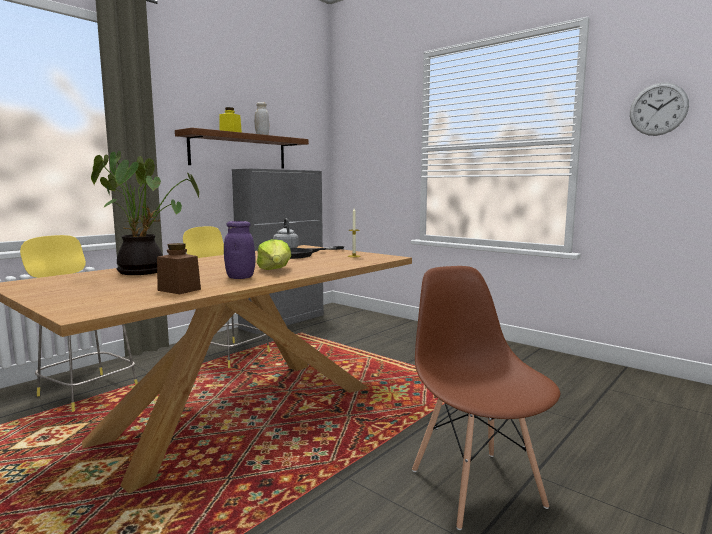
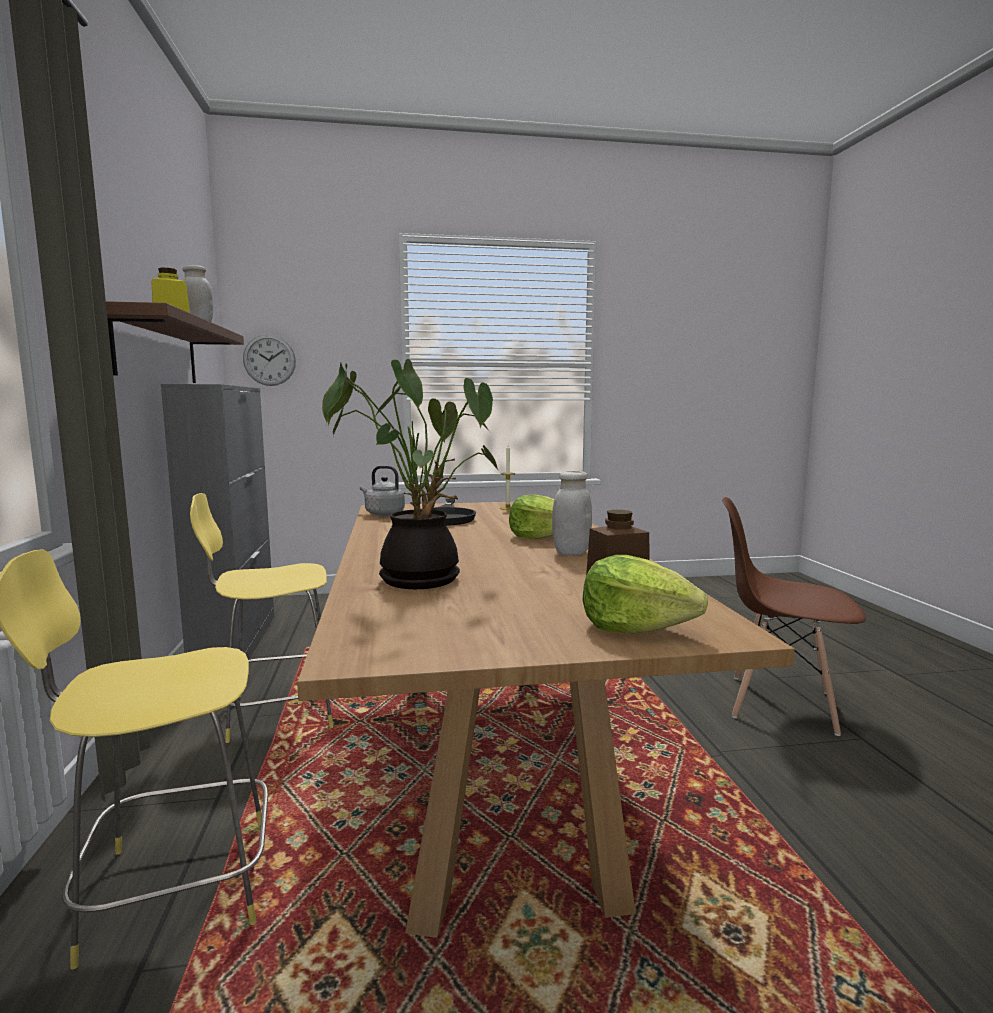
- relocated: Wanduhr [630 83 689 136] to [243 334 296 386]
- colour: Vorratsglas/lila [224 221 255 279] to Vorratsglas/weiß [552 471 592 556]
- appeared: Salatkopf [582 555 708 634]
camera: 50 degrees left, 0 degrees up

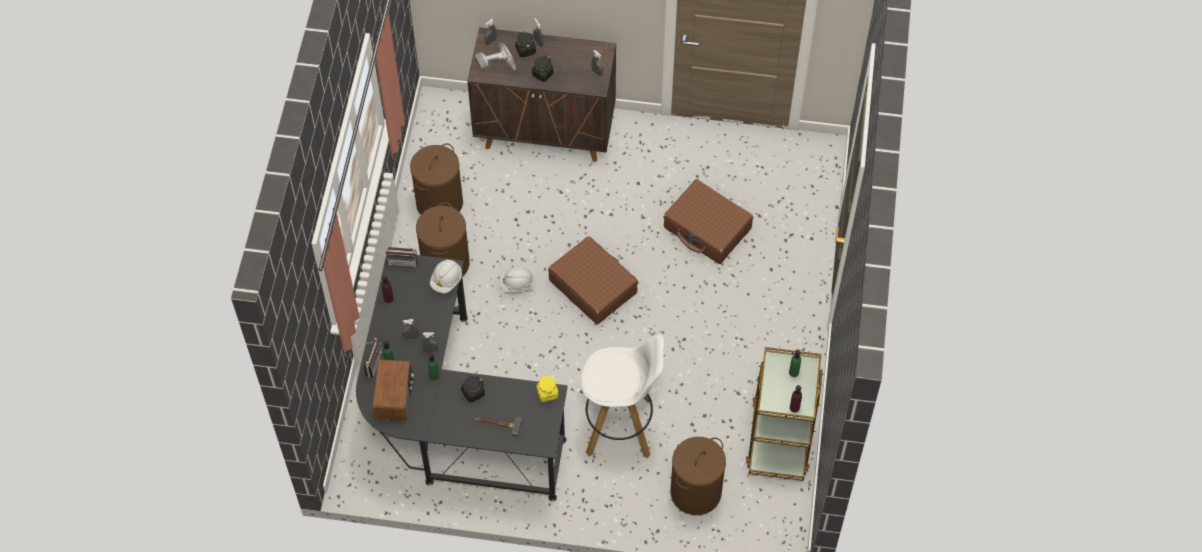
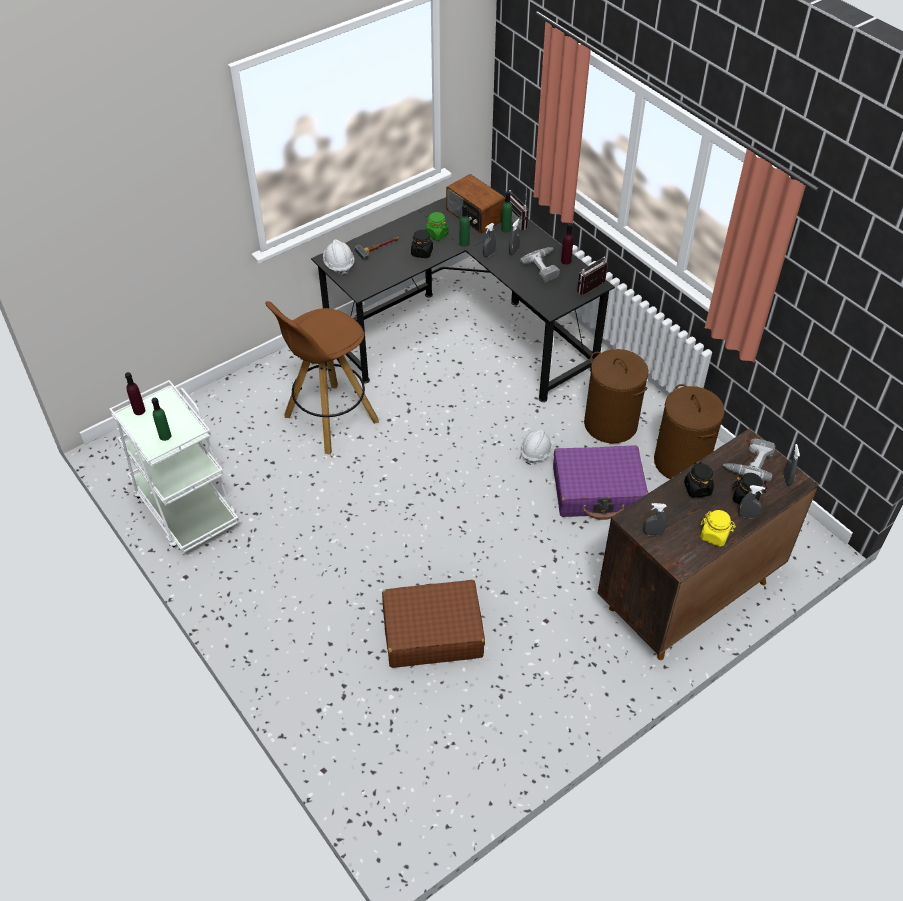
- colour: Rollwagen/braun [746 347 823 481] to Rollwagen/weiß [109 380 239 553]
- colour: Hocker/weiß [580 335 664 459] to Hocker/braun [265 301 379 455]
- relocated: Schutzhelm/weiß [430 259 462 293] to [323 239 354 276]
- appeared: Vorratsglas/grün [425 212 449 241]
- appeared: Bohrmaschine [520 247 560 283]
- appeared: Koffer/lila [553 445 648 520]
- relocated: Vorratsglas/gelb [536 374 559 402] to [700 510 736 547]
- missing: Koffer/braun [548 236 638 324]
- missing: Wäschekorb/braun [671 437 726 515]
camera: 135 degrees right, 10 degrees down

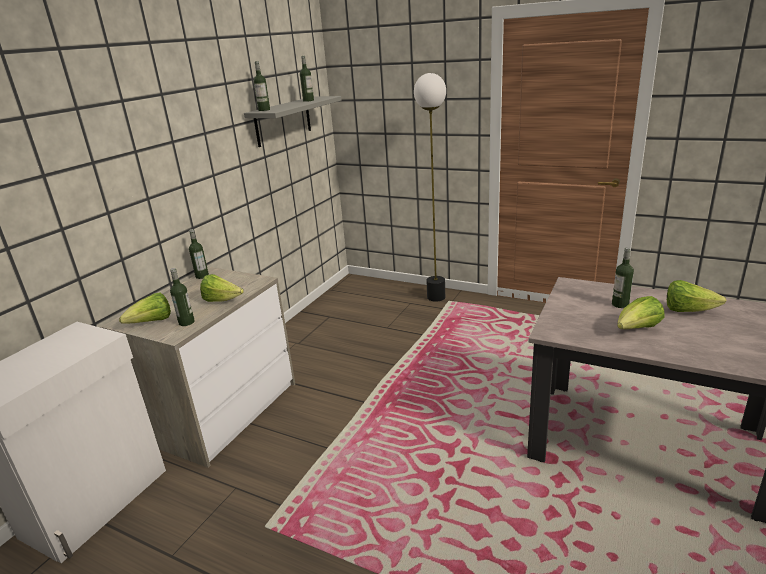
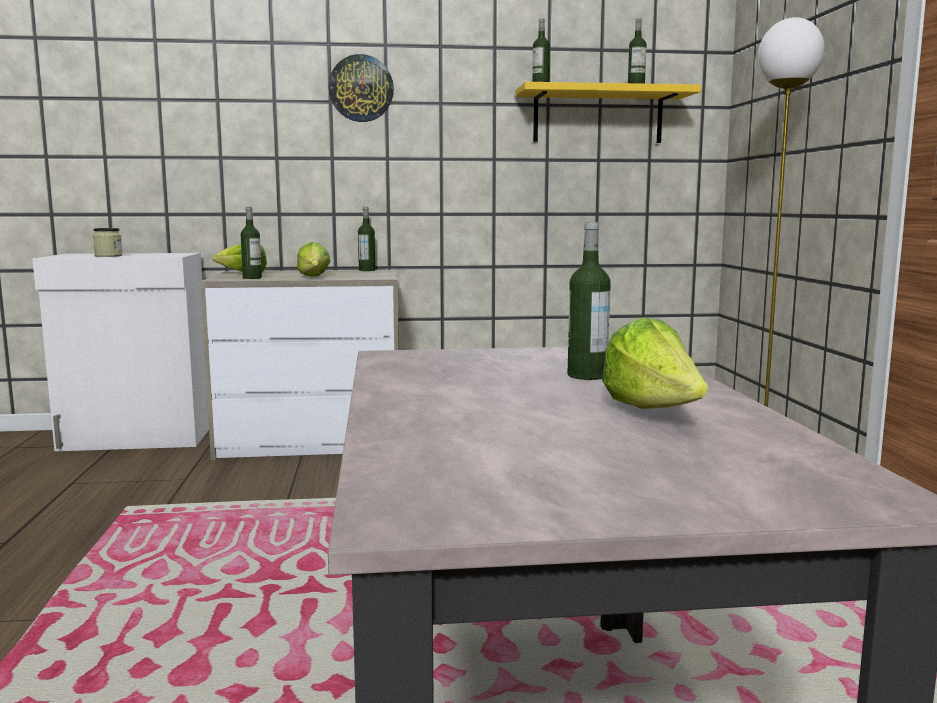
- appeared: Vorratsglas [93 228 123 257]
- appeared: Wanduhr [328 54 394 122]
- colour: Wandregal/grau [244 96 341 147] to Wandregal/gelb [516 82 701 143]
- missing: Salatkopf [617 296 664 329]
camera: 55 degrees right, 15 degrees down

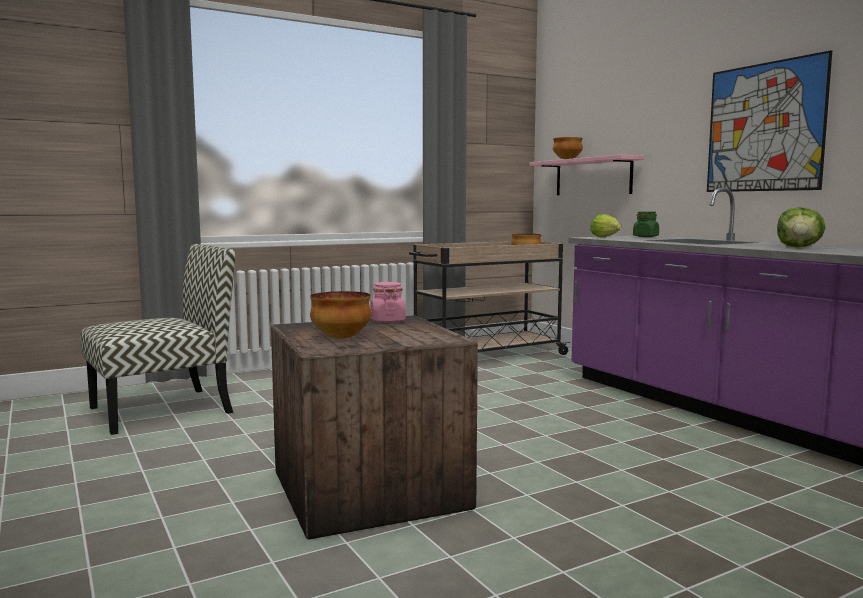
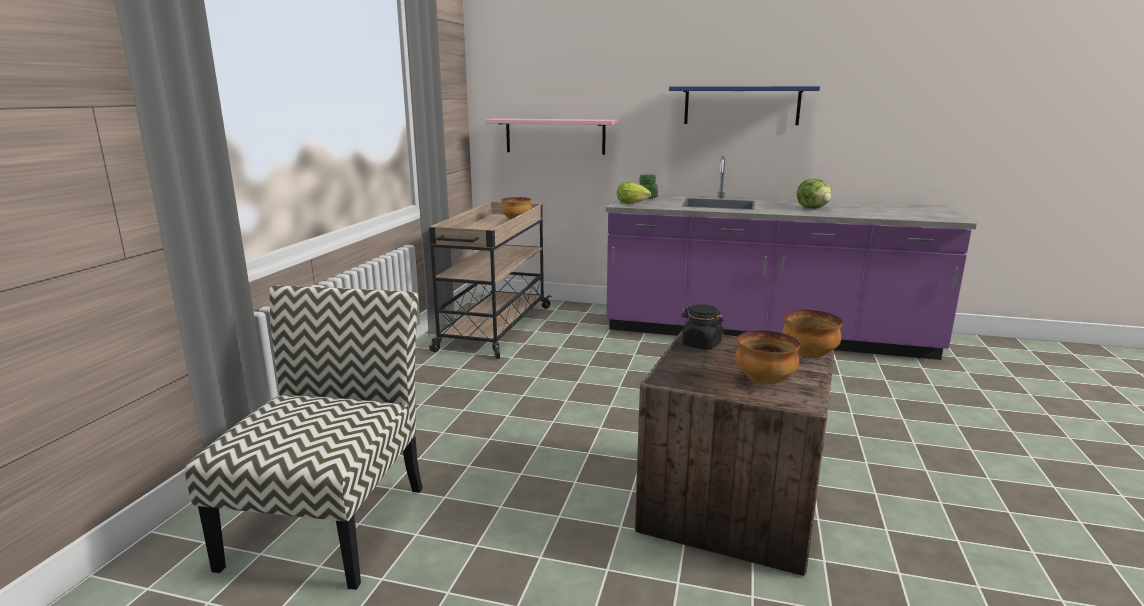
- exchanged: Bild [707 50 832 192] to Wandregal/blau [669 86 820 125]
- colour: Vorratsglas/rosa [371 282 406 323] to Vorratsglas/schwarz [682 304 724 350]
- relocated: Schüssel [553 137 583 159] to [782 310 843 358]
camera: 45 degrees left, 10 degrees up

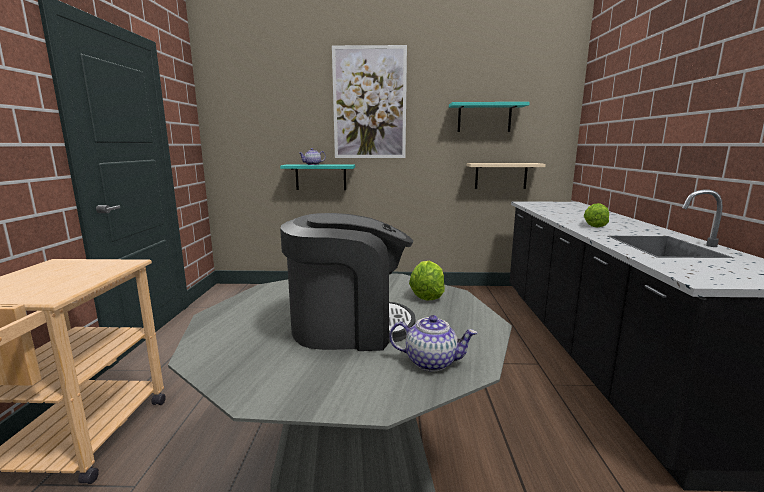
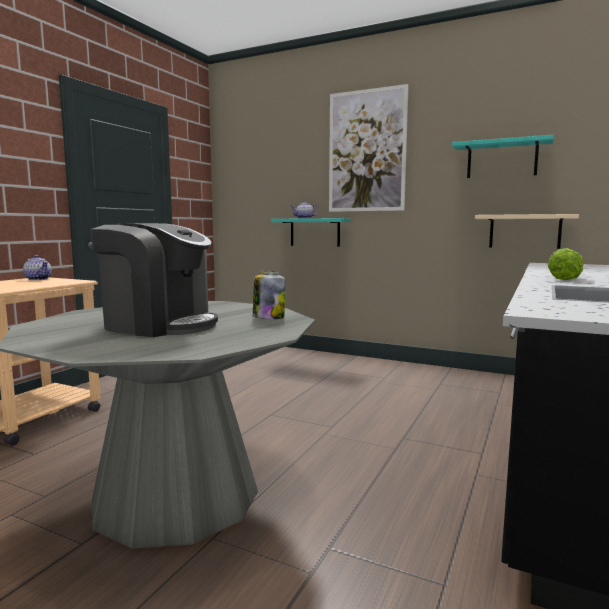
- relocated: Teekanne [389 315 477 371] to [23 255 52 280]
- exchanged: Salatkopf [409 261 445 300] to Vorratsglas [253 271 286 319]
camera: 25 degrees right, 5 degrees down

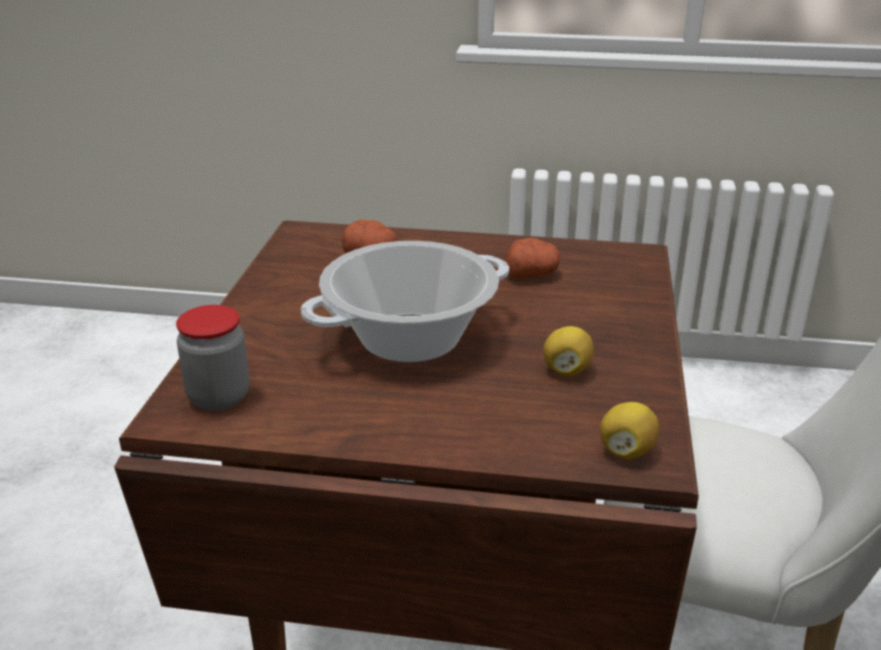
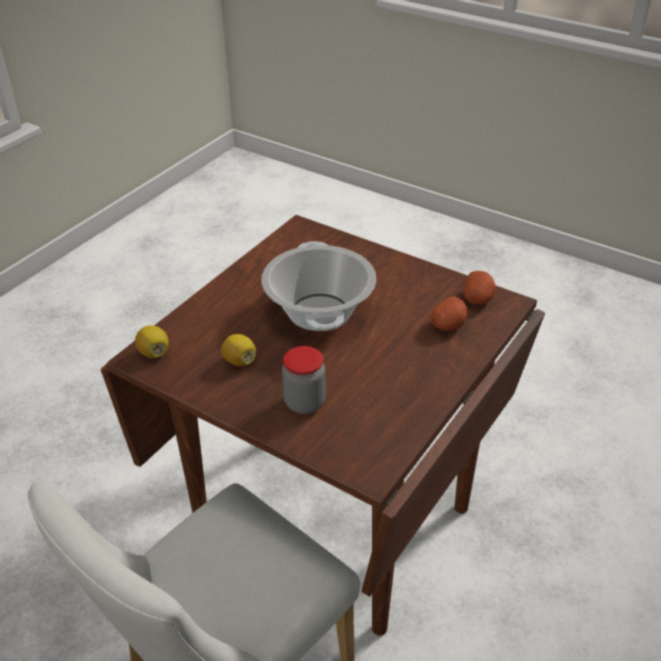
- relocated: Vorratsglas [176 305 249 411] to [282 346 326 414]
- relocated: Kartoffel [505 238 560 279] to [463 270 496 304]
camera: 115 degrees right, 10 degrees up

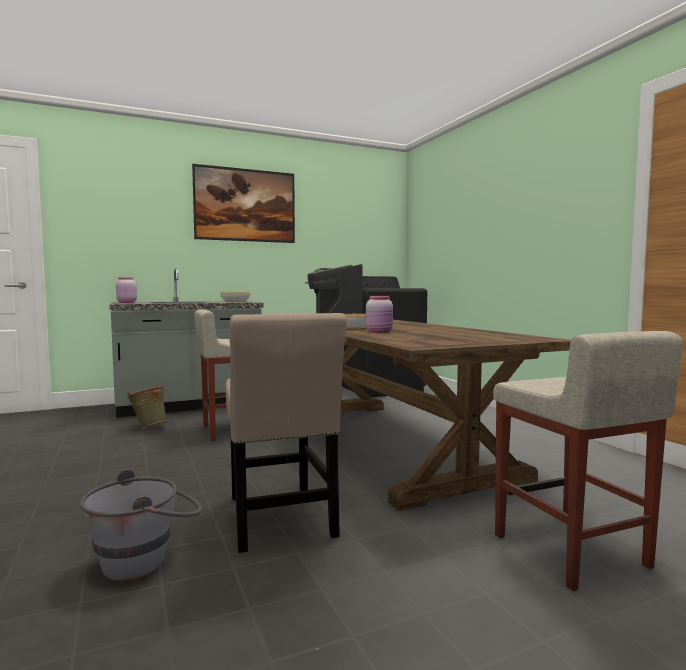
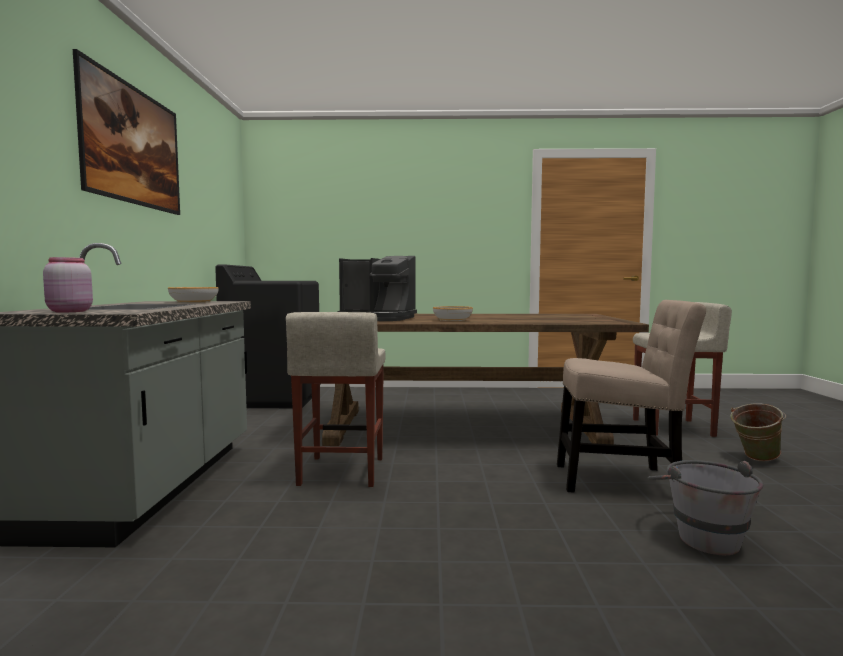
- relocated: Eimer/grün [127 386 167 429] to [730 403 786 461]
- missing: Vorratsglas/rosa [366 296 393 333]
camera: 65 degrees left, 0 degrees up

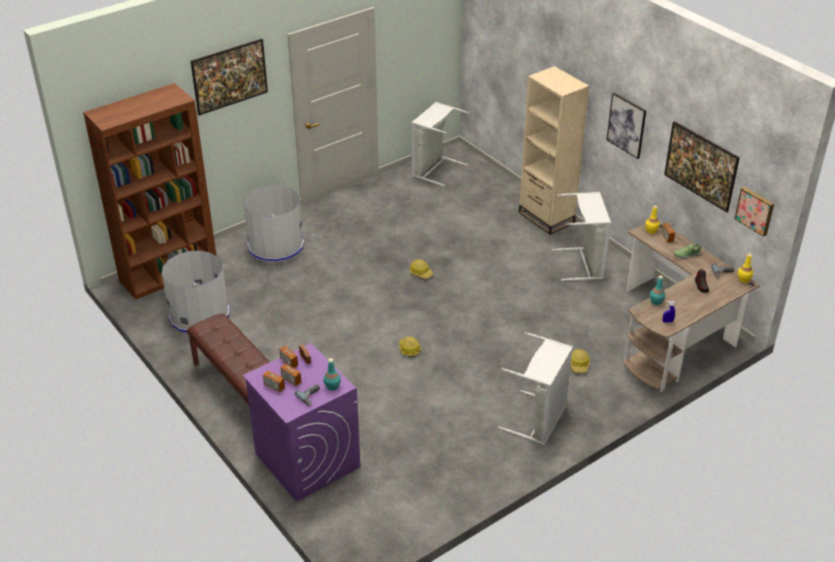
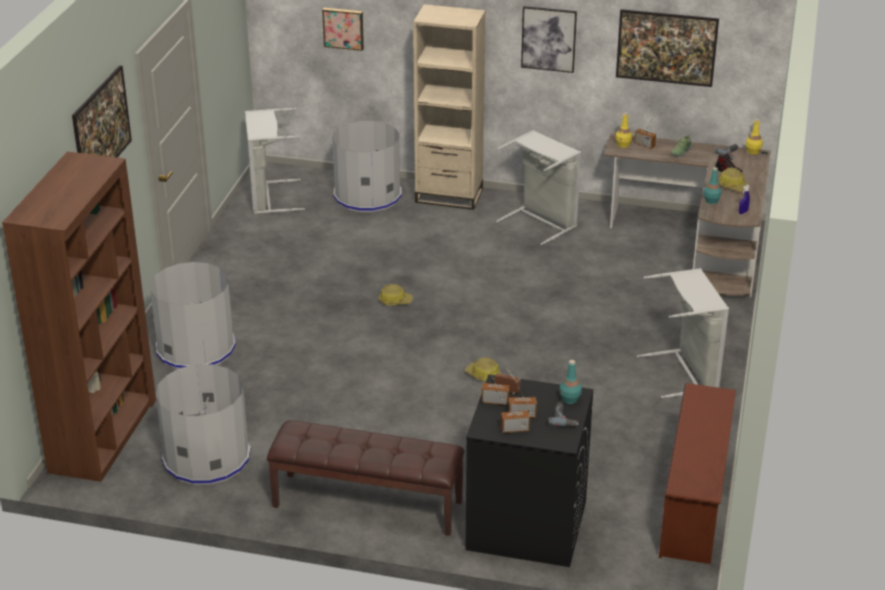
- relocated: Bild [734 187 774 237] to [322 8 364 51]
- appeared: Mülleimer/grau [332 121 402 212]
- colour: Waschmaschine/lila [243 343 360 502] to Waschmaschine/schwarz [465 374 593 567]
- appeared: Schuhregal/braun [659 383 736 564]
- relocated: Schutzhelm [571 349 590 373] to [719 167 750 192]
camera: 40 degrees left, 5 degrees down

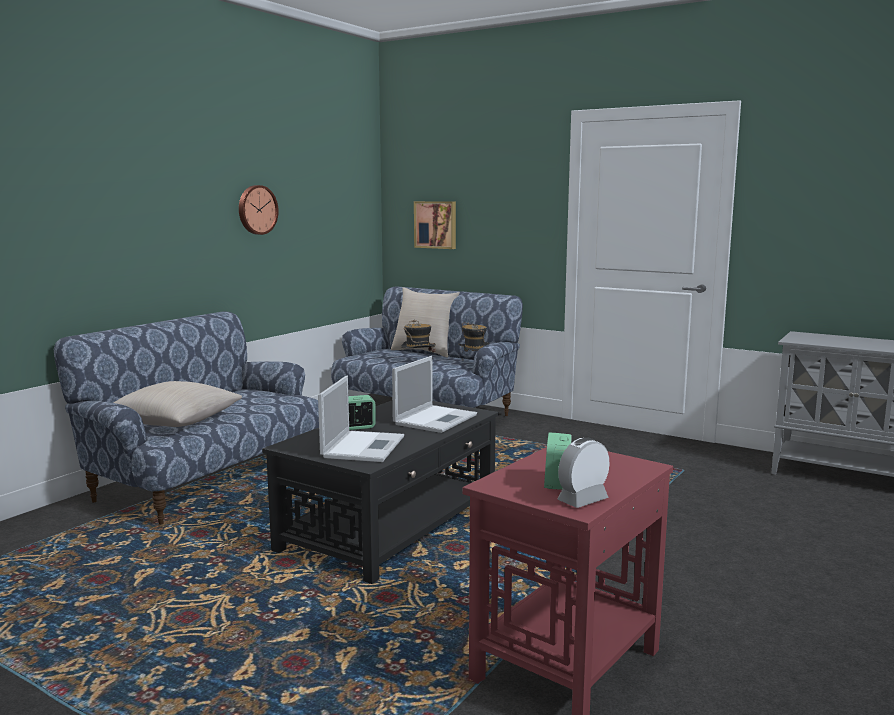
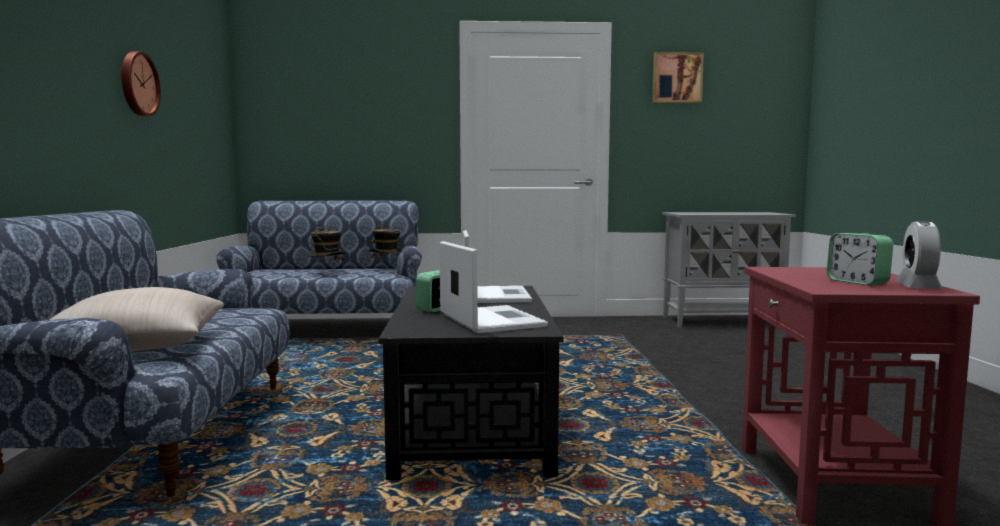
- relocated: Bild [414 201 456 249] to [652 52 704 103]
- missing: Kissen/beige [391 287 460 358]
camera: 35 degrees left, 5 degrees down

